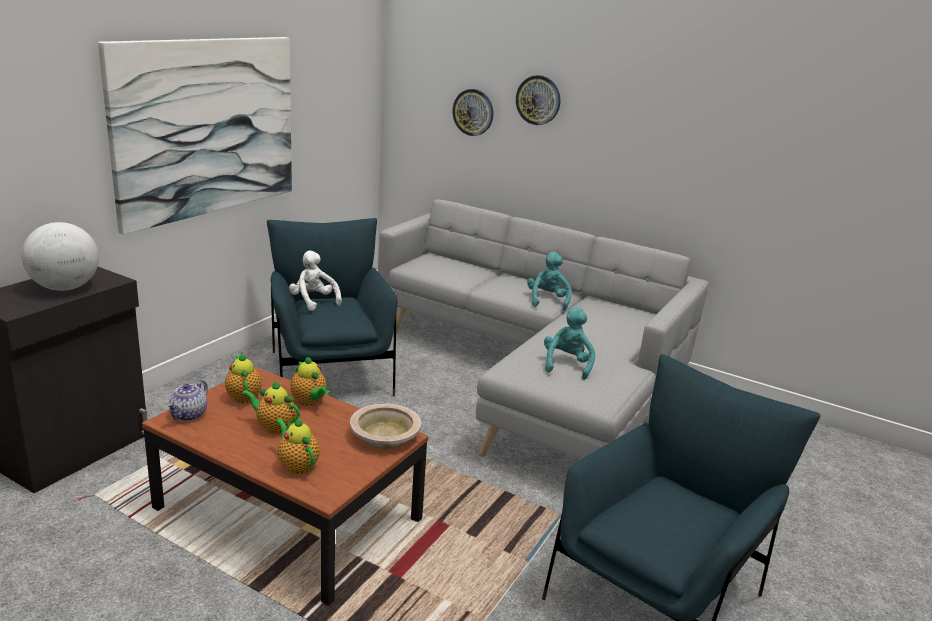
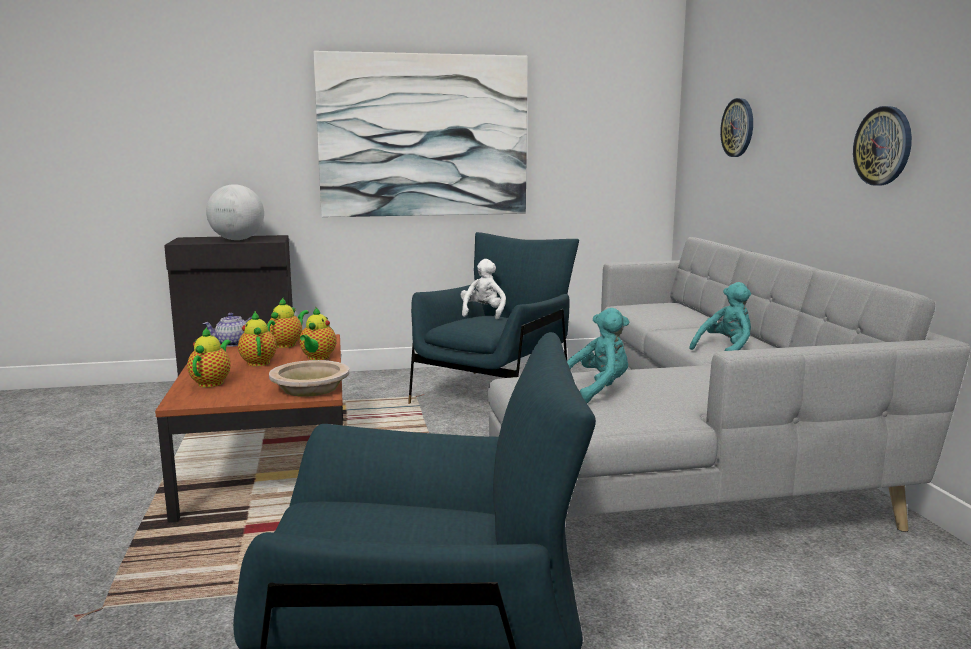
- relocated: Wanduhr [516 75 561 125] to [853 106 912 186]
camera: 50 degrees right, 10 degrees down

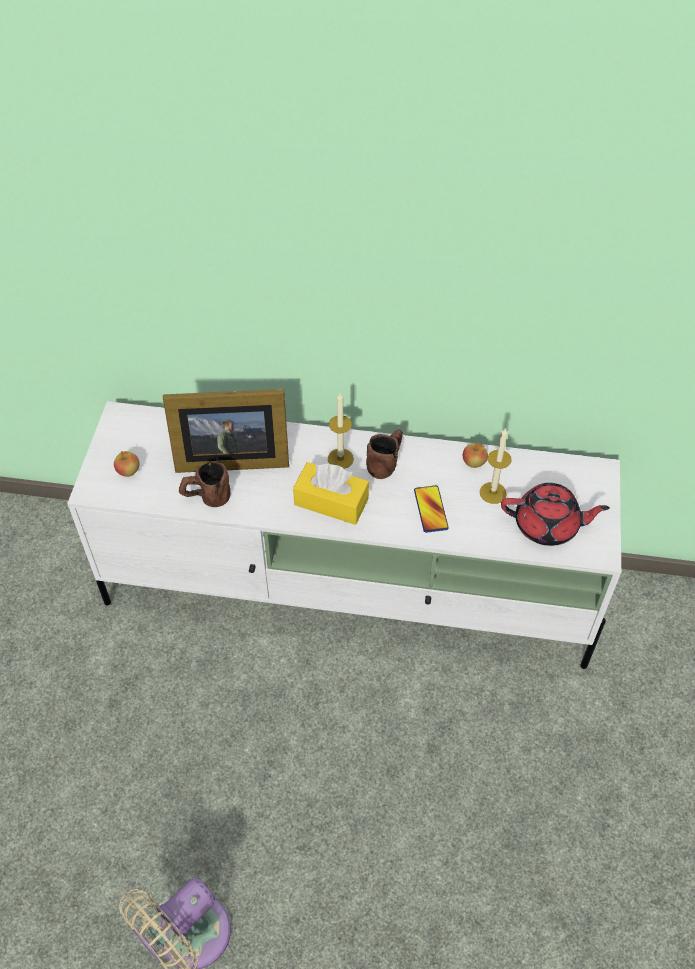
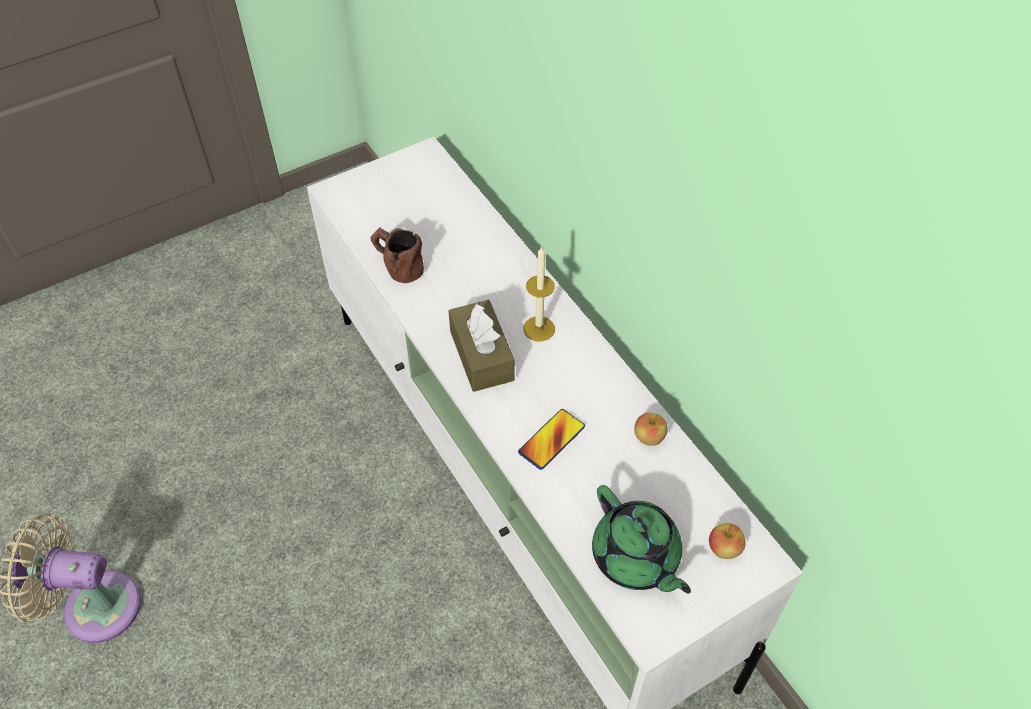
- colour: Taschentuchbox/gelb [293 462 369 525] to Taschentuchbox/braun [449 300 515 392]
- colour: Teekanne/rot [501 483 610 546] to Teekanne/grün [592 485 691 594]
- relocated: Apfel [114 451 140 477] to [709 523 746 559]
- missing: Bilderrahmen [163 389 289 473]
- missing: Henkelbecher/braun [366 429 403 479]
- missing: Kerze [480 428 512 504]
camera: 50 degrees right, 0 degrees up

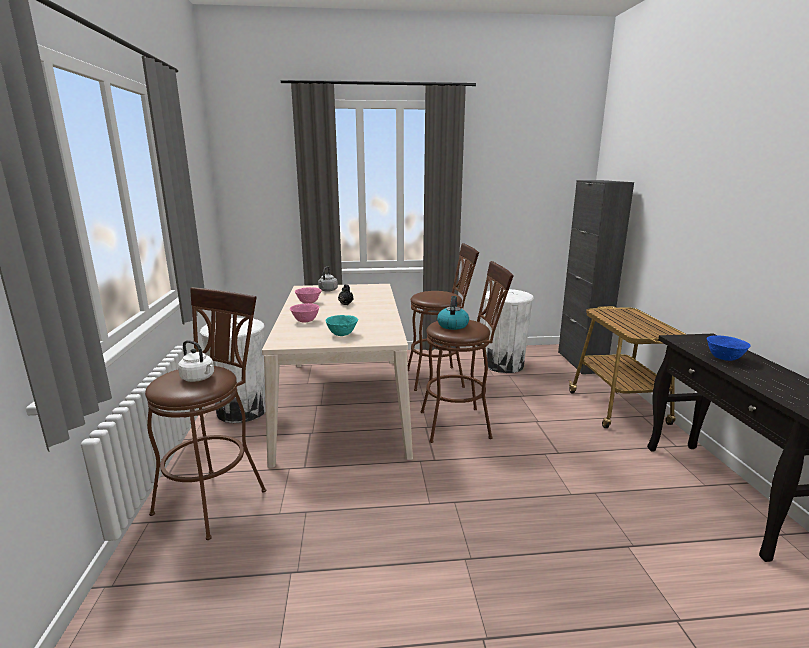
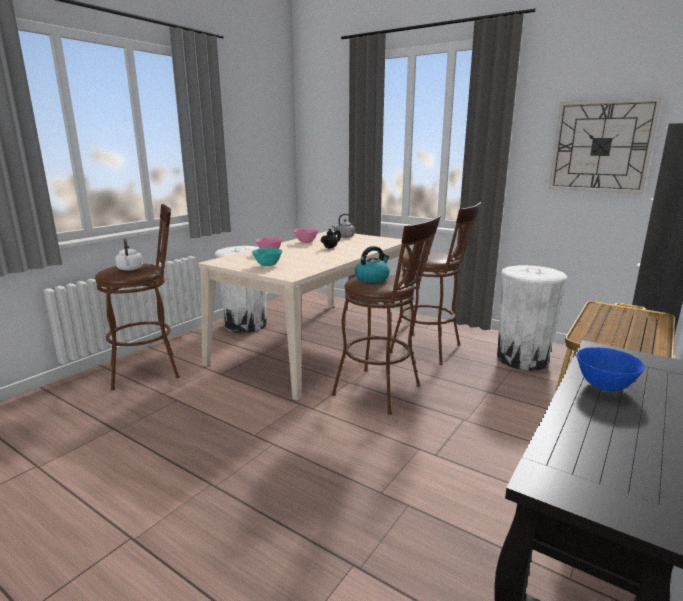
- appeared: Wanduhr [549 98 661 194]
camera: 40 degrees right, 0 degrees up

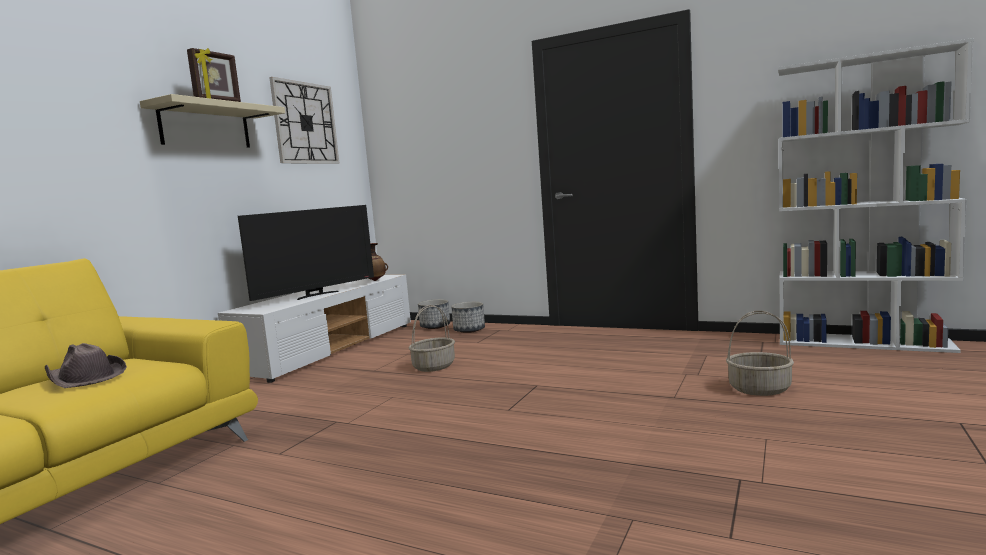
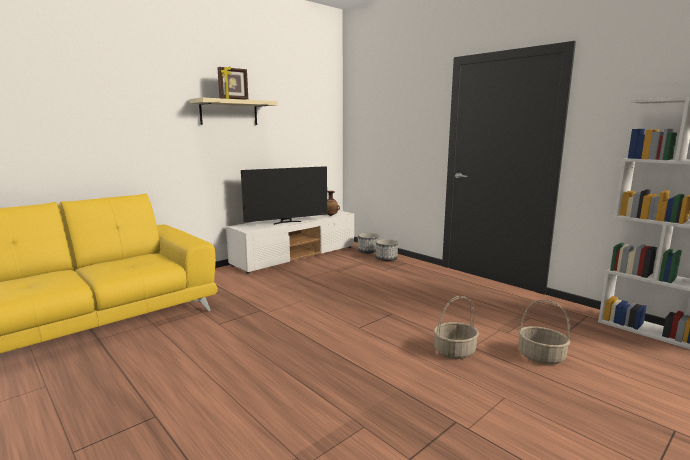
- relocated: Korb [409 305 455 372] to [434 296 479 359]
- missing: Hut/braun [45 343 127 388]
- missing: Wanduhr [269 77 339 164]
camera: 20 degrees right, 5 degrees up

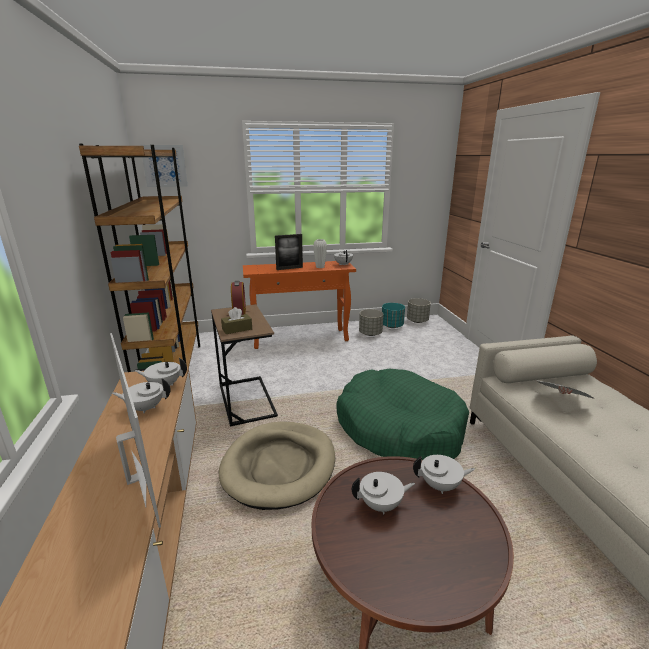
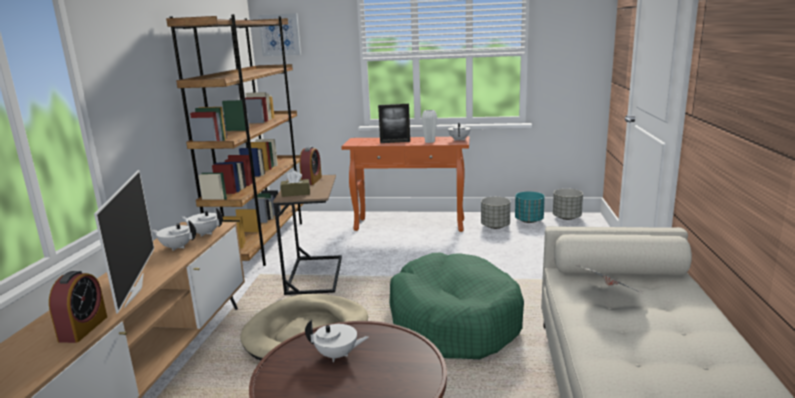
- appeared: Wecker [49 271 107 343]
- missing: Teekanne/weiß [413 455 475 494]
camera: 20 degrees right, 5 degrees down

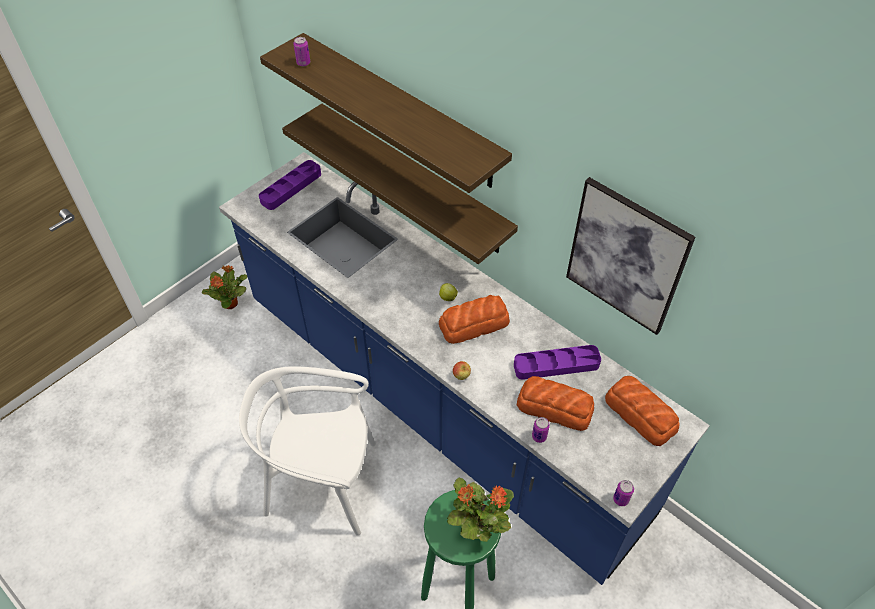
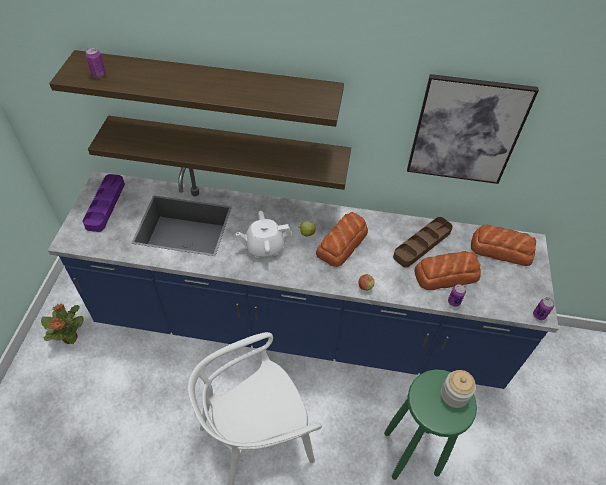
- appeared: Teekanne/weiß [236 211 292 258]
- colour: Tablett/lila [514 345 601 380] to Tablett/braun [393 217 453 267]
- exchanged: Topfpflanze [447 478 514 542] to Vorratsglas [441 370 476 408]
camera: 35 degrees left, 0 degrees up

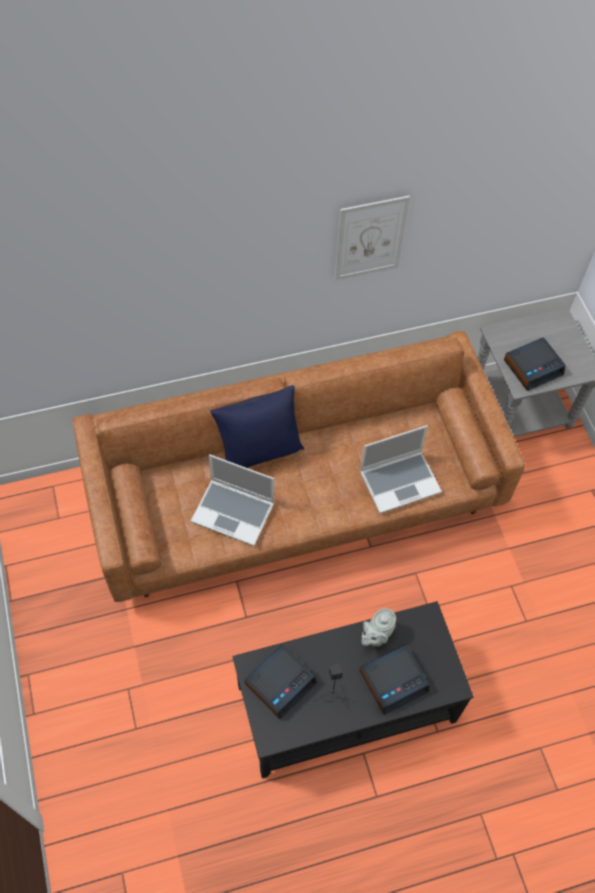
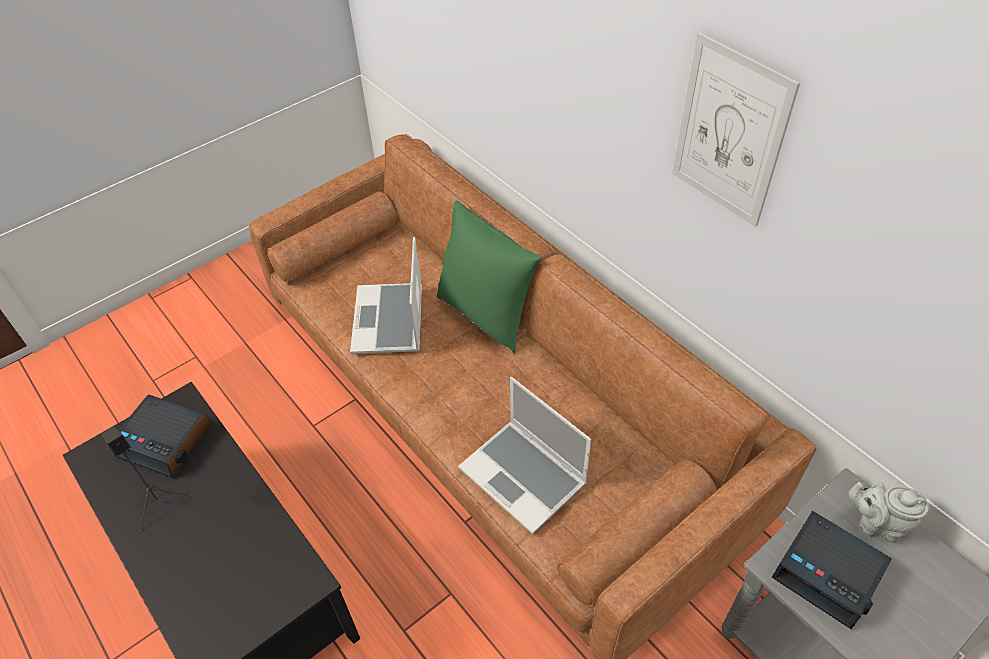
- colour: Kissen/blau [210 385 304 468] to Kissen/grün [437 200 541 353]
- relocated: Teekanne/grau [362 608 396 647] to [849 482 929 543]
- missing: Wecker [360 644 429 715]
camera: 70 degrees right, 10 degrees down

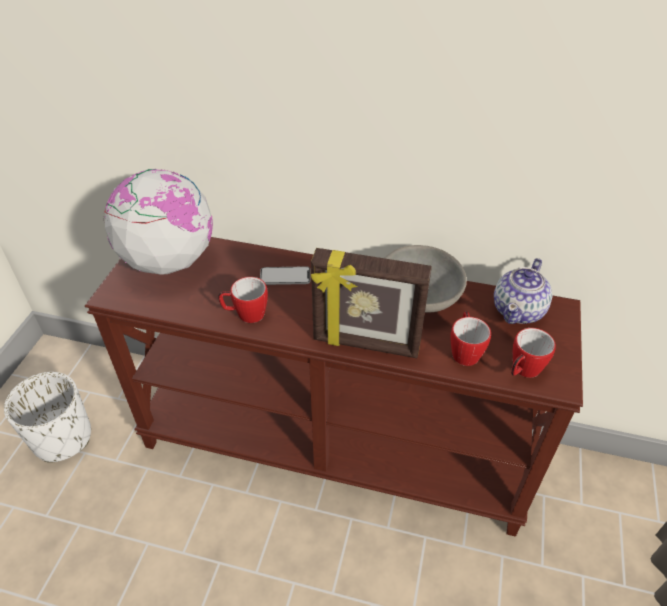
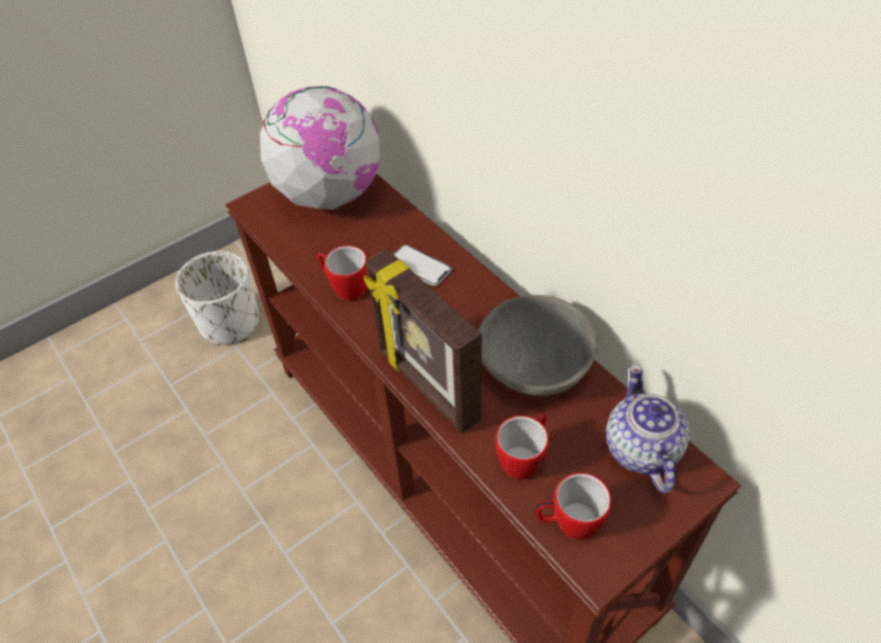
- spun: Teekanne [494 258 552 324] = [606 364 690 493] 105 degrees clockwise
camera: 40 degrees right, 5 degrees up

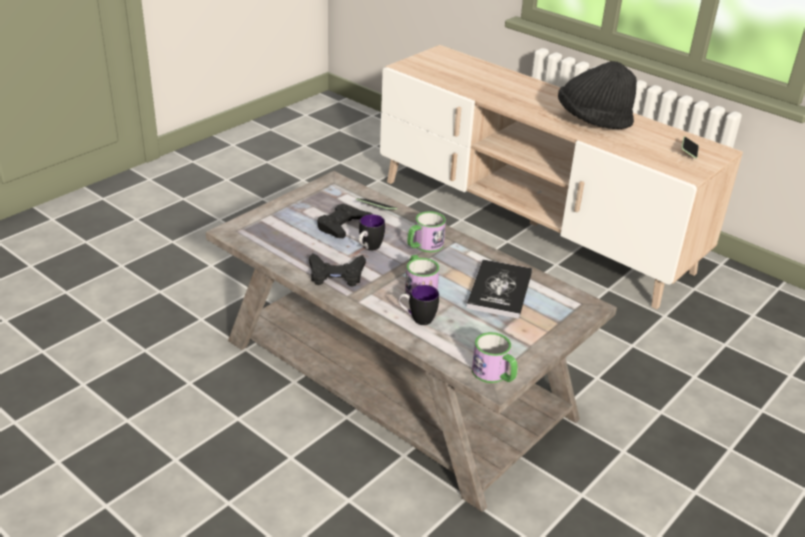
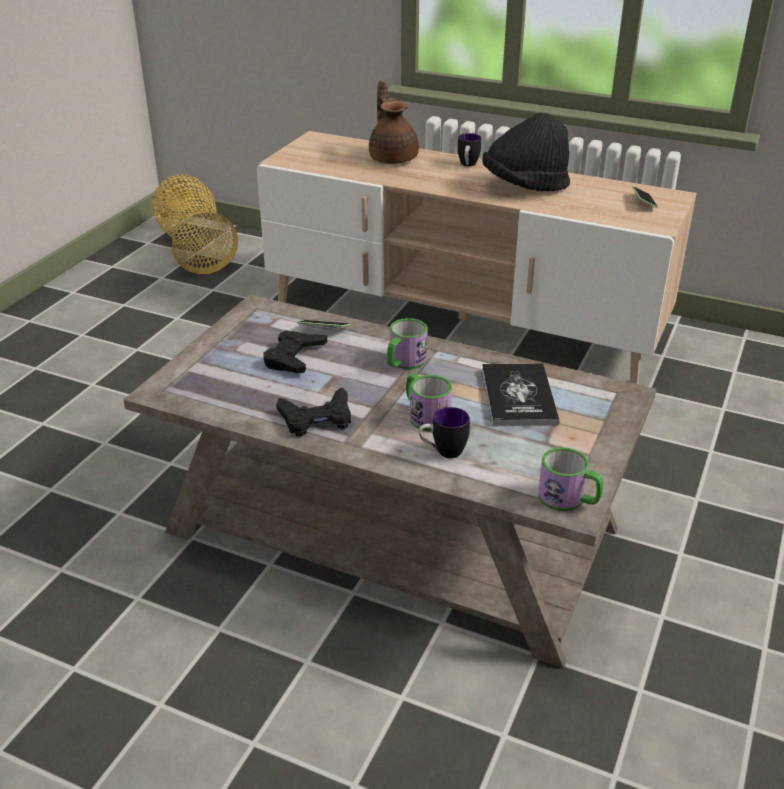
- appeared: Korb [152 175 238 274]
- appeared: Teekanne/braun [369 80 419 164]
- relocated: Henkelbecher [359 214 385 251] to [458 133 481 166]
camera: 15 degrees left, 0 degrees up

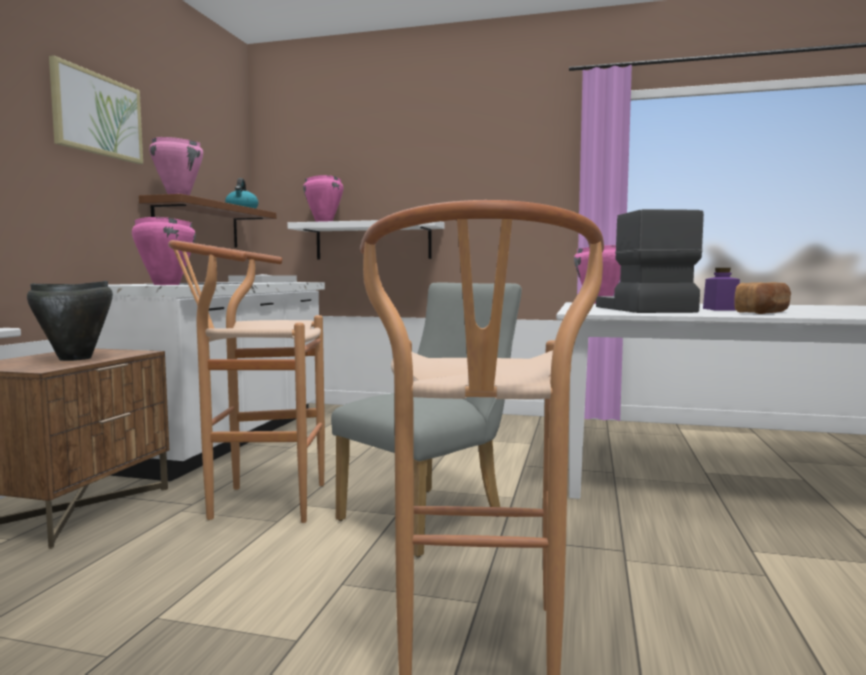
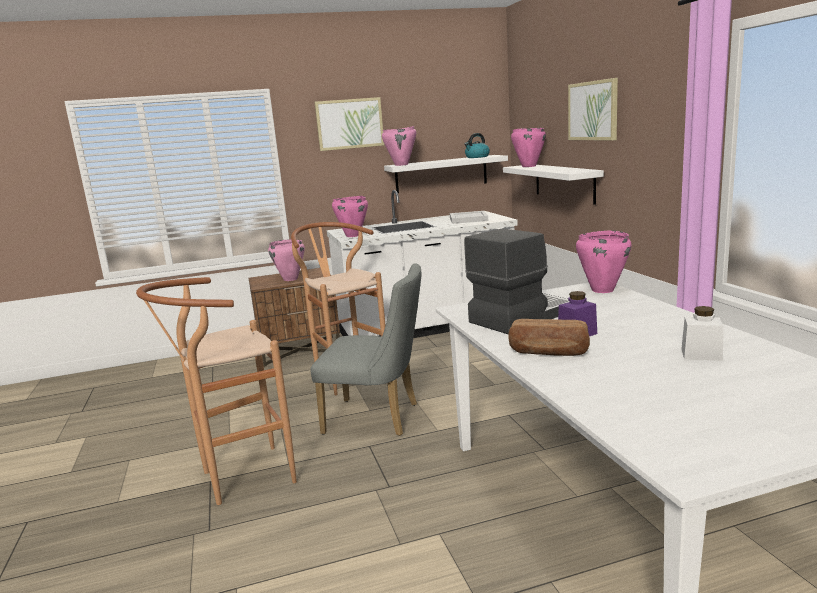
- colour: Kochtopf/schwarz [27 281 113 361] to Kochtopf/rosa [268 239 305 281]
- colour: Wandregal/braun [139 194 277 248] to Wandregal/weiß [384 155 508 193]
- appeared: Bild [568 78 618 140]
- appeared: Vorratsglas/weiß [682 306 724 361]
camera: 60 degrees right, 10 degrees up

